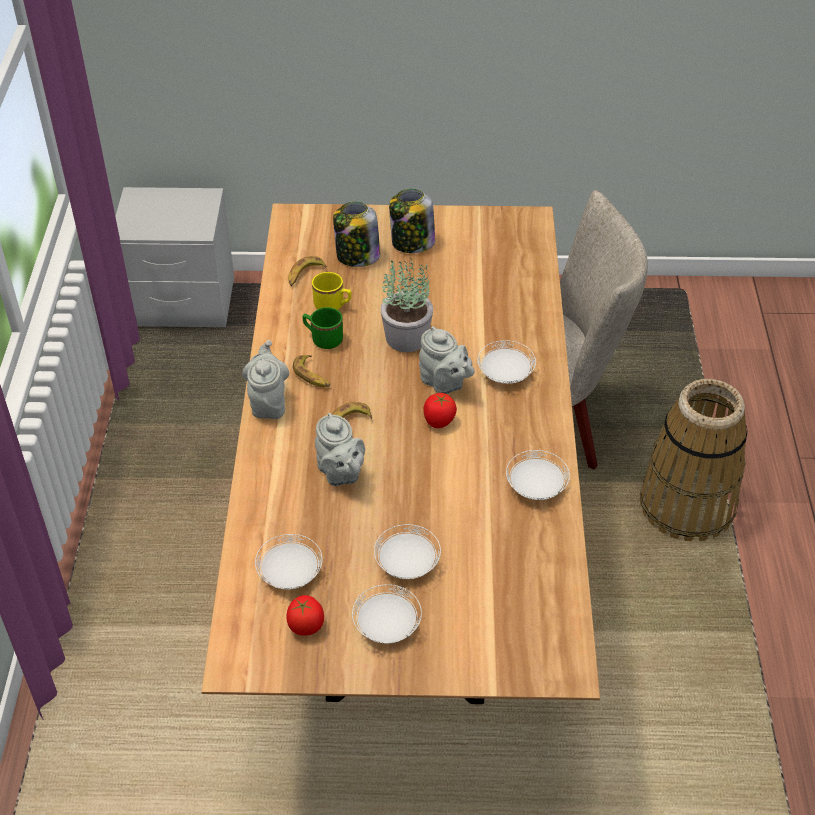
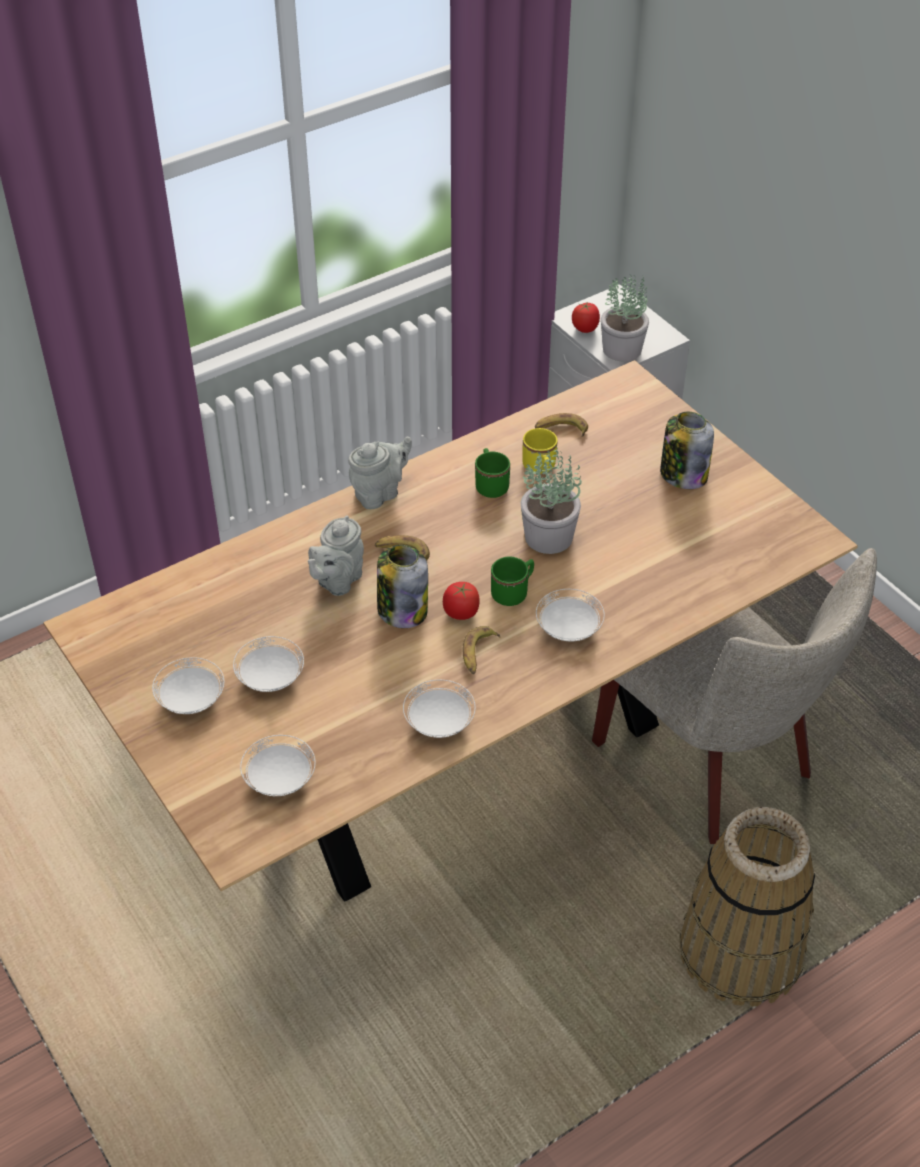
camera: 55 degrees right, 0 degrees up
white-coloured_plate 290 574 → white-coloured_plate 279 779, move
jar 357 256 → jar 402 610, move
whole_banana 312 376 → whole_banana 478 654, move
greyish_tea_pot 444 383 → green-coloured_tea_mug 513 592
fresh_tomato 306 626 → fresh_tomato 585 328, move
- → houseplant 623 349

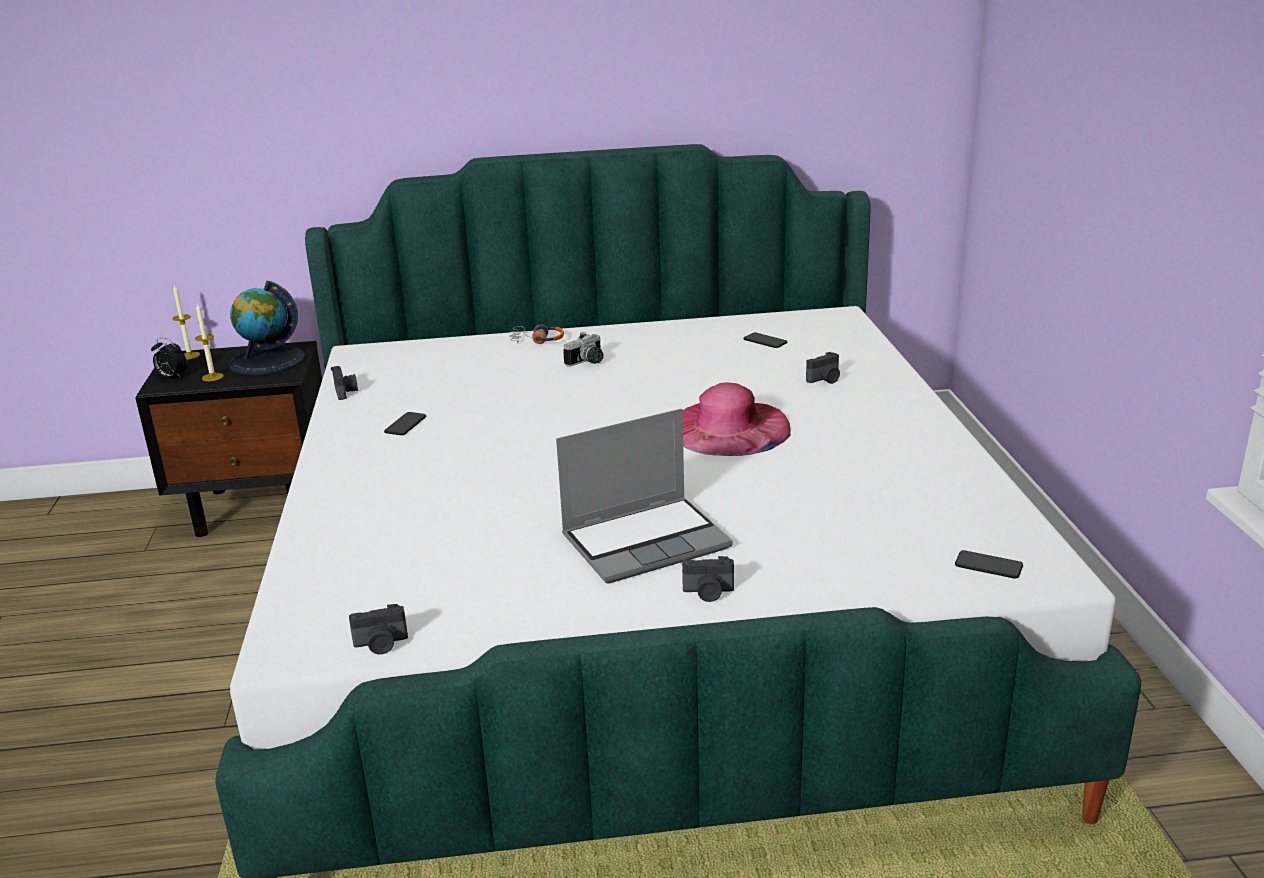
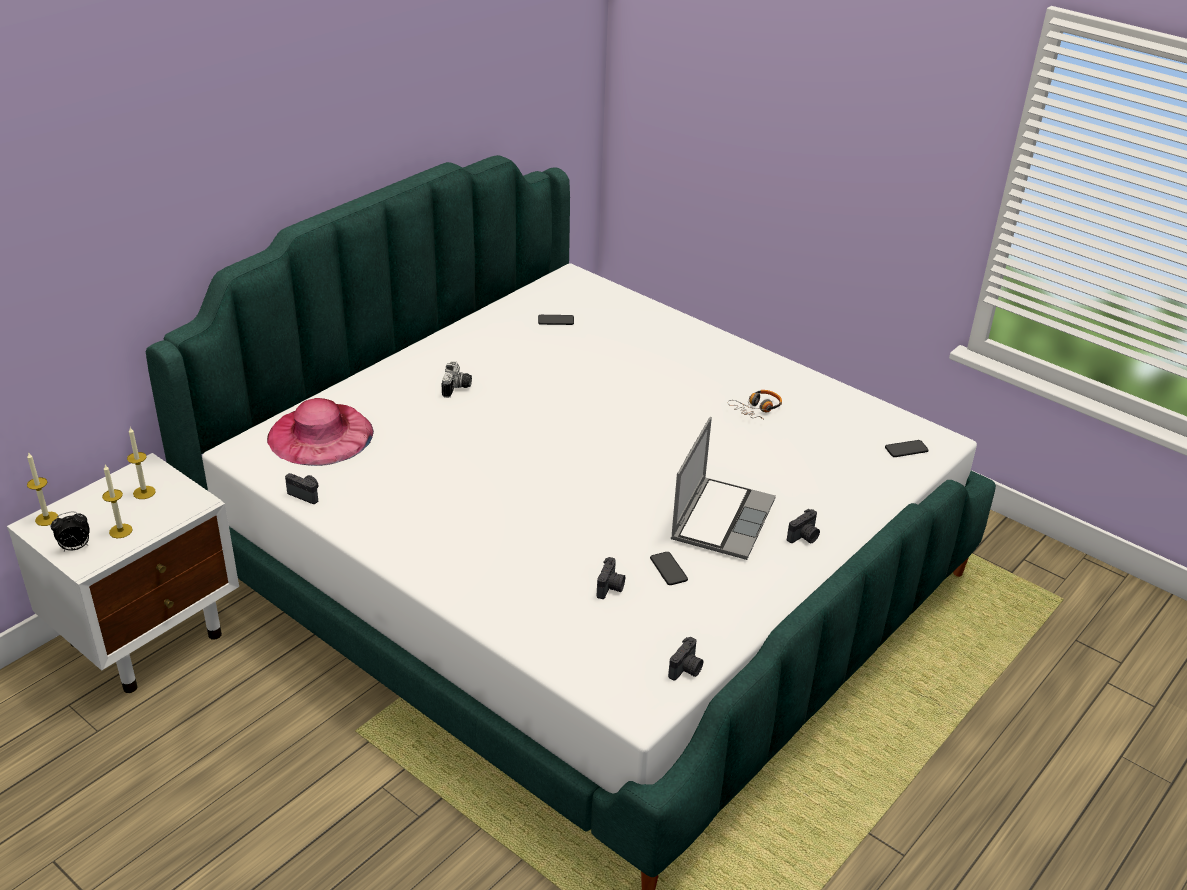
camera: 45 degrees left, 10 degrees up
black-coloured_bedside_table 260 507 → white-coloured_bedside_table 148 637
globe 267 360 → candle 144 492
pinkish_wearable_hat 729 427 → pinkish_wearable_hat 320 434, move
still_camera 825 380 → still_camera 611 588, move
phone 405 425 → phone 668 569, move
headset 536 340 → headset 757 409, move

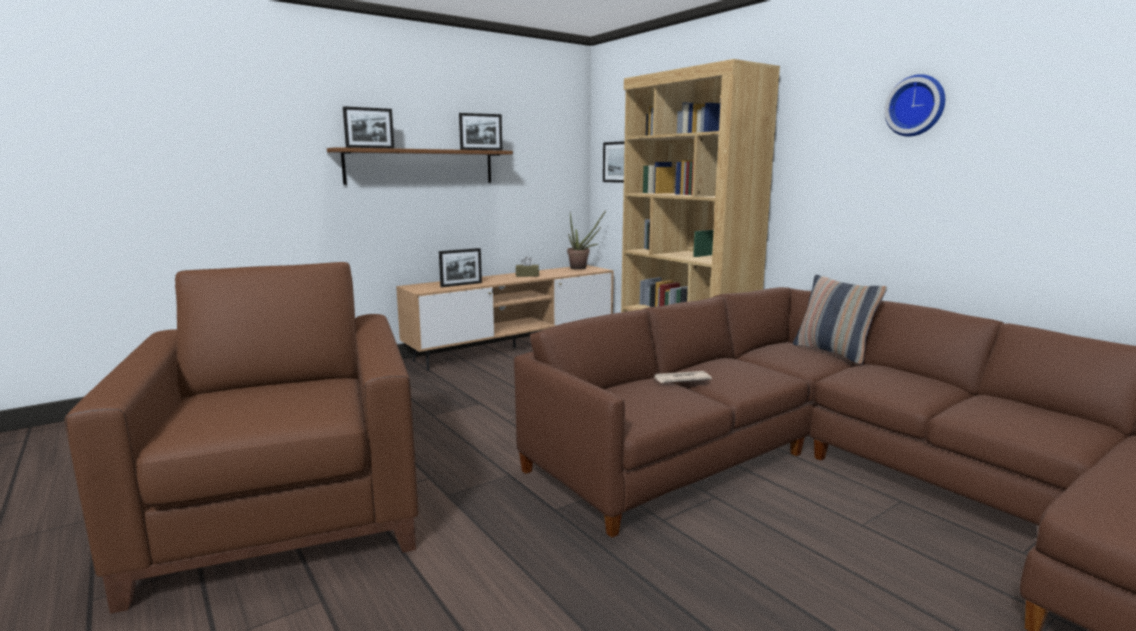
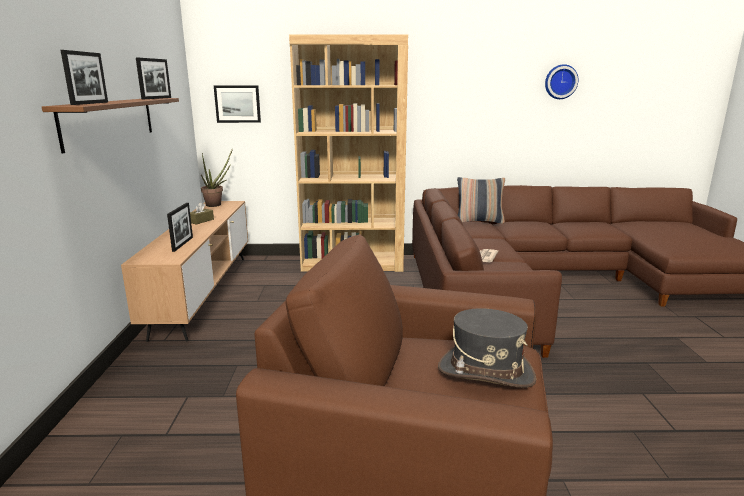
camera: 55 degrees left, 5 degrees up
- → greyish_wearable_hat 485 372
clock_on_the_wall 916 106 → clock_on_the_wall 560 82, move

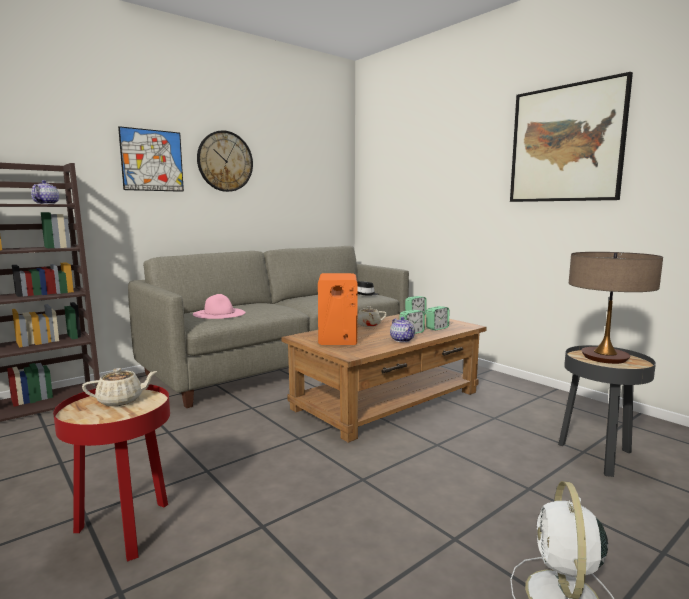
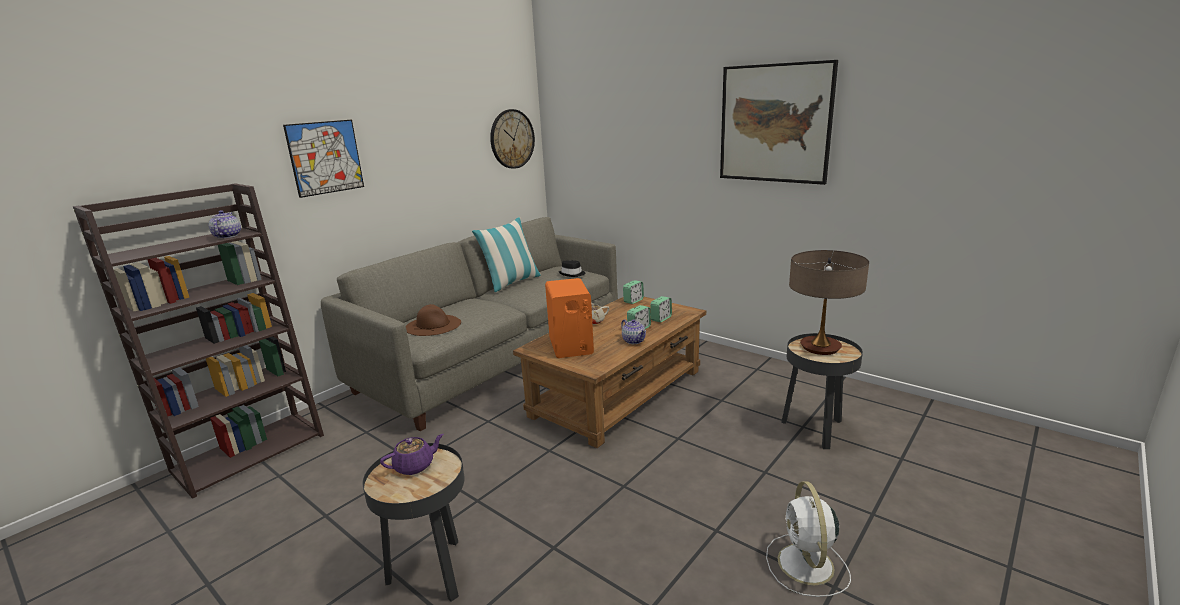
camera: 10 degrees left, 10 degrees up
red-coloured_side_table 125 529 → black-coloured_side_table 431 572
sand-coloured_tea_pot 121 400 → purple_tea_pot 415 466
pinkish_wearable_hat 219 313 → brown-coloured_wearable_hat 433 325
- → throw_pillow 511 283
clock_on_the_wall 225 161 → clock_on_the_wall 512 139, move

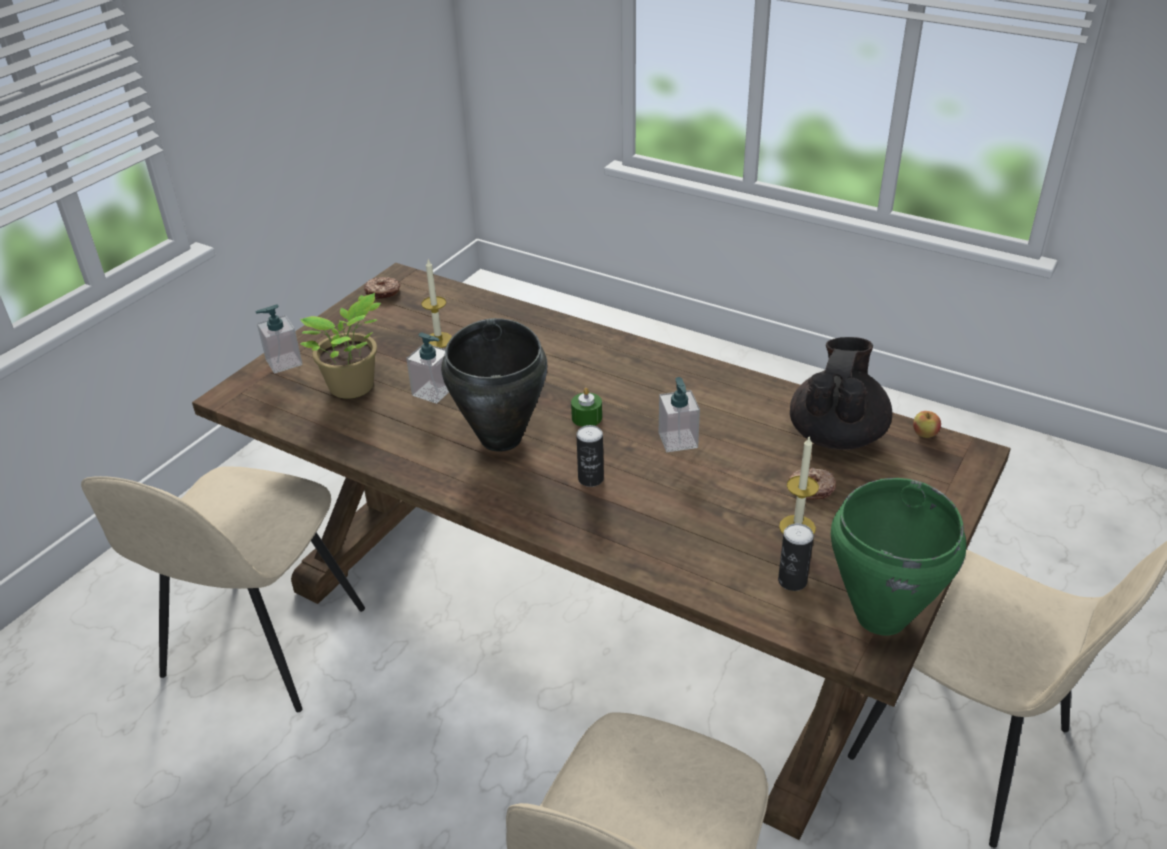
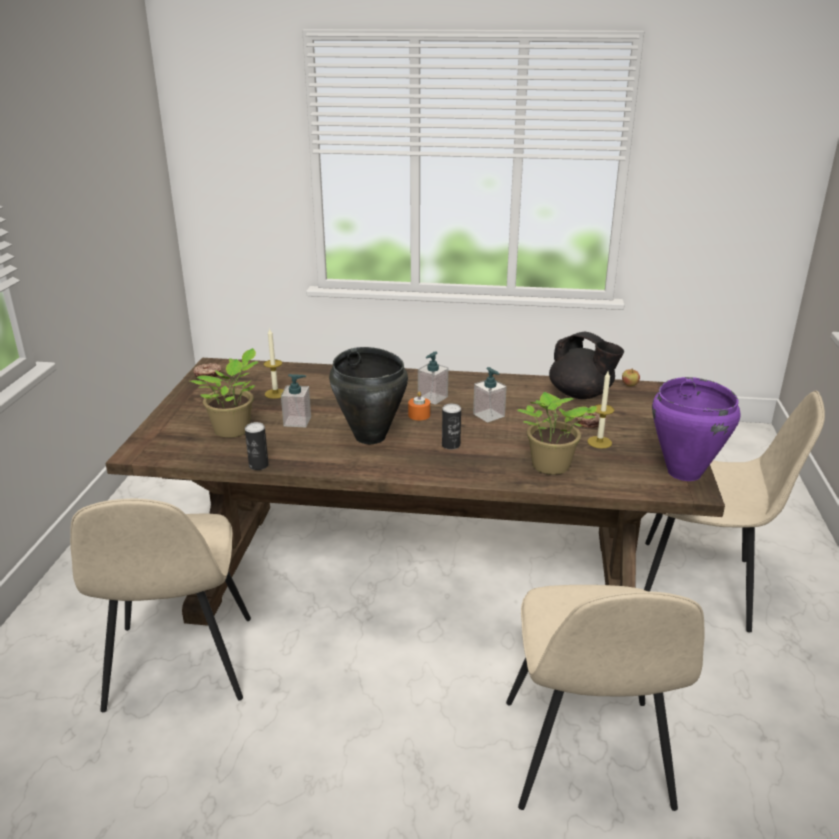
camera: 25 degrees left, 10 degrees down
sealed_can 792 581 → sealed_can 258 465, move
green-coloured_candle 586 417 → orange_candle 419 415
liquid_soap_bottle 283 362 → liquid_soap_bottle 432 398, move
- → houseplant 549 467
black-coloured_tea_pot 836 435 → black-coloured_tea_pot 581 394, 135 degrees clockwise
green-coloured_stockpot 879 617 → purple_stockpot 683 473

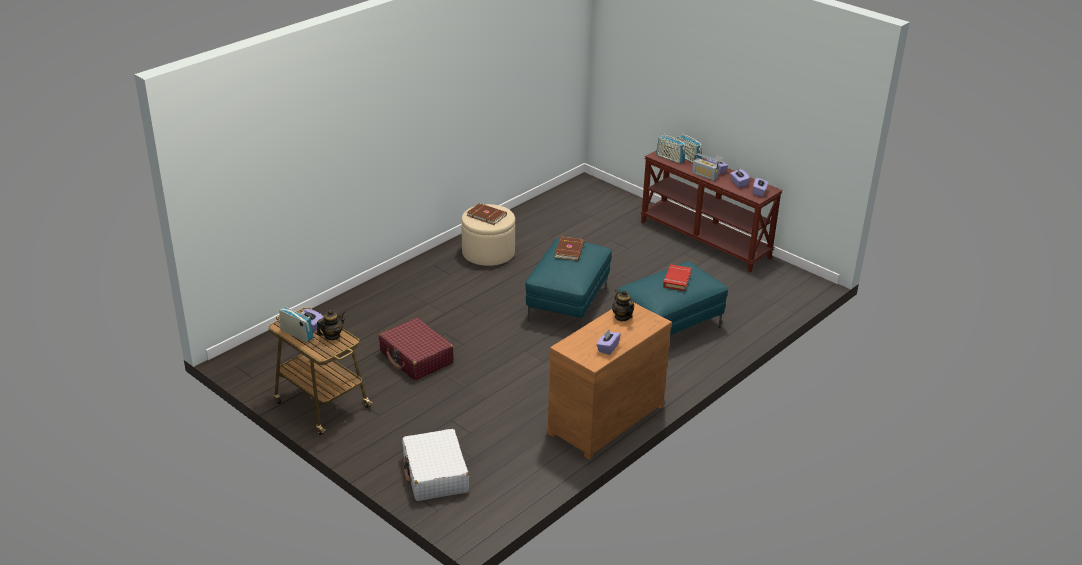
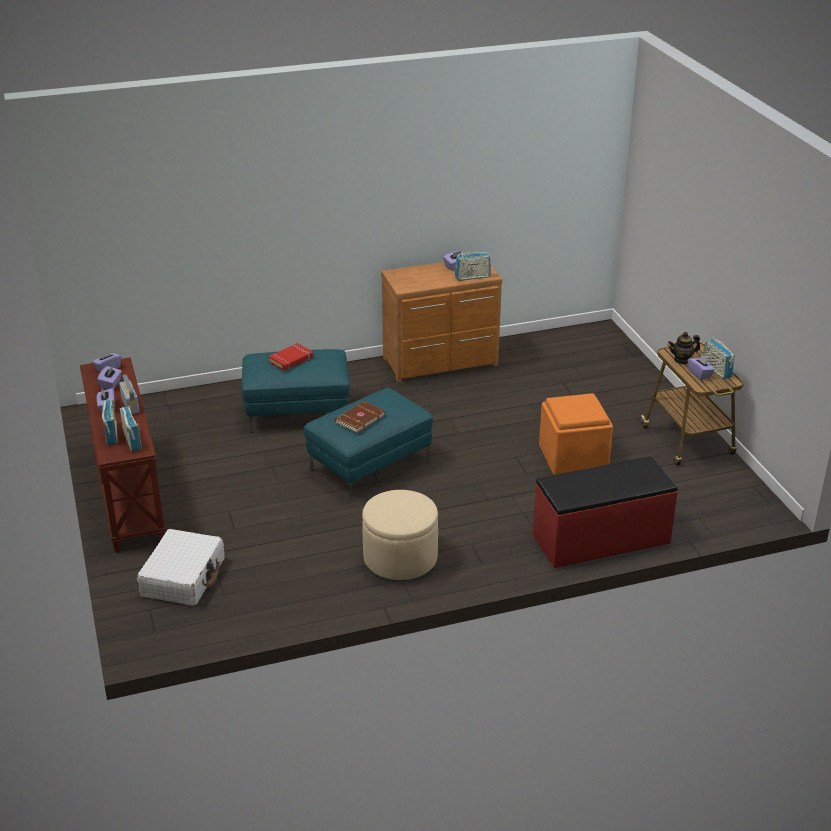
camera: 150 degrees left, 0 degrees up
white-coloured_piece_of_luggage 435 474 → white-coloured_piece_of_luggage 183 577, move
- → radio_receiver 472 277
- → red-coloured_bench 601 539
red-coloured_piece_of_luggage 416 358 → orange_footrest 572 457
brown-coloured_volume 486 215 → -
tea_pot 622 317 → -

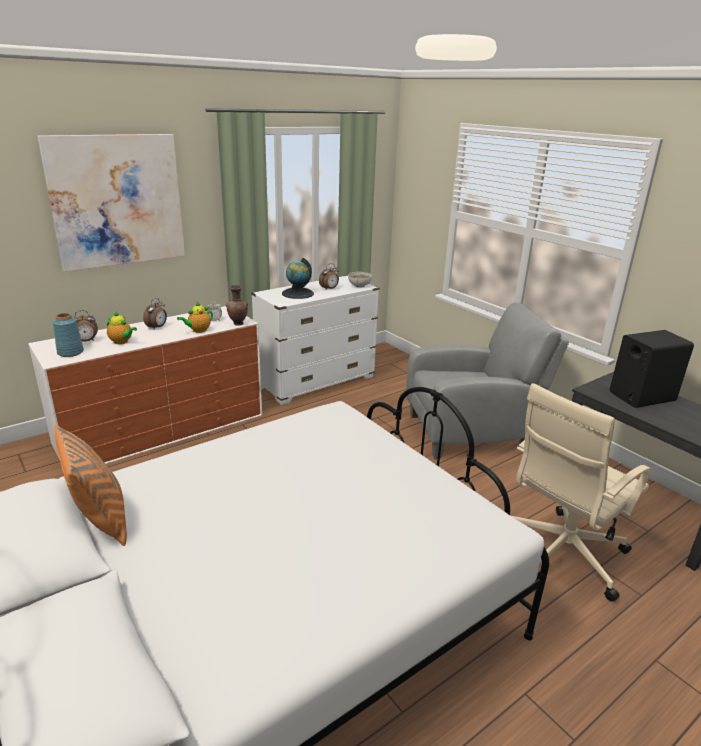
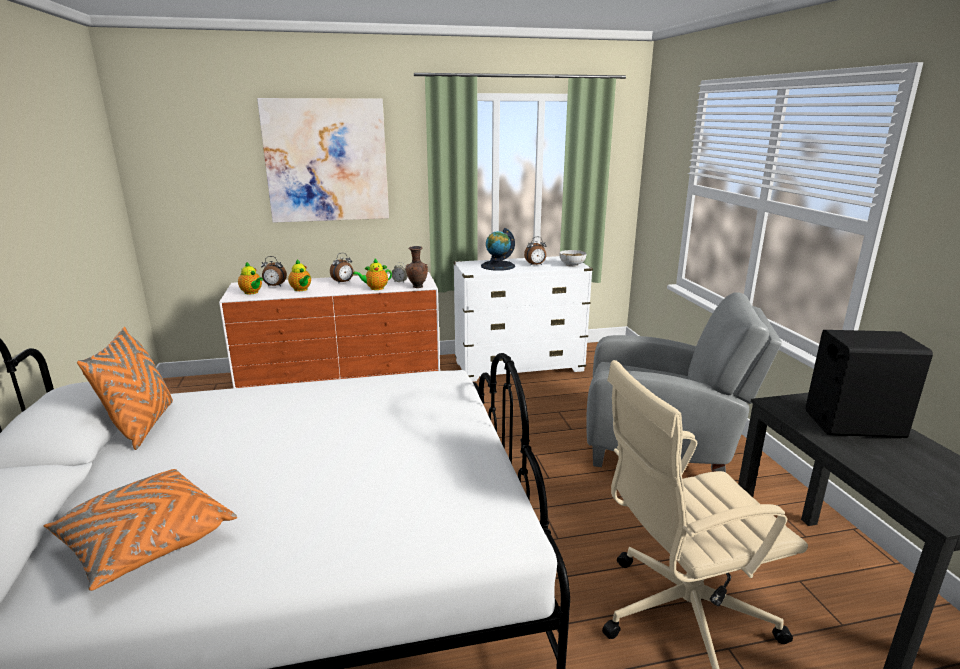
camera: 25 degrees right, 5 degrees down
- → orange_throw_pillow 146 542
bluish_vase 70 352 → tea_pot 252 292

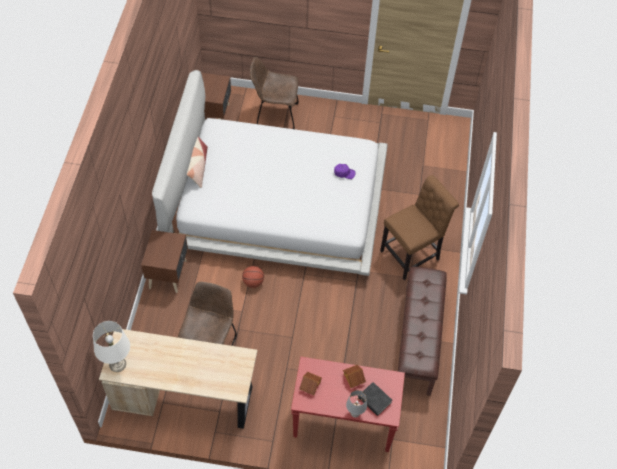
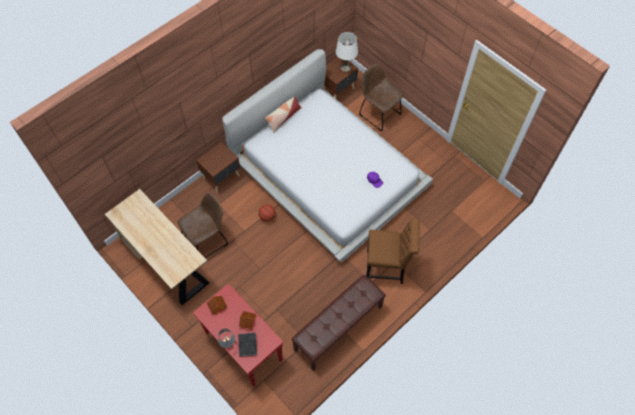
camera: 40 degrees right, 5 degrees up
white-coloured_tabletop_lamp 117 364 → white-coloured_tabletop_lamp 345 67, move

